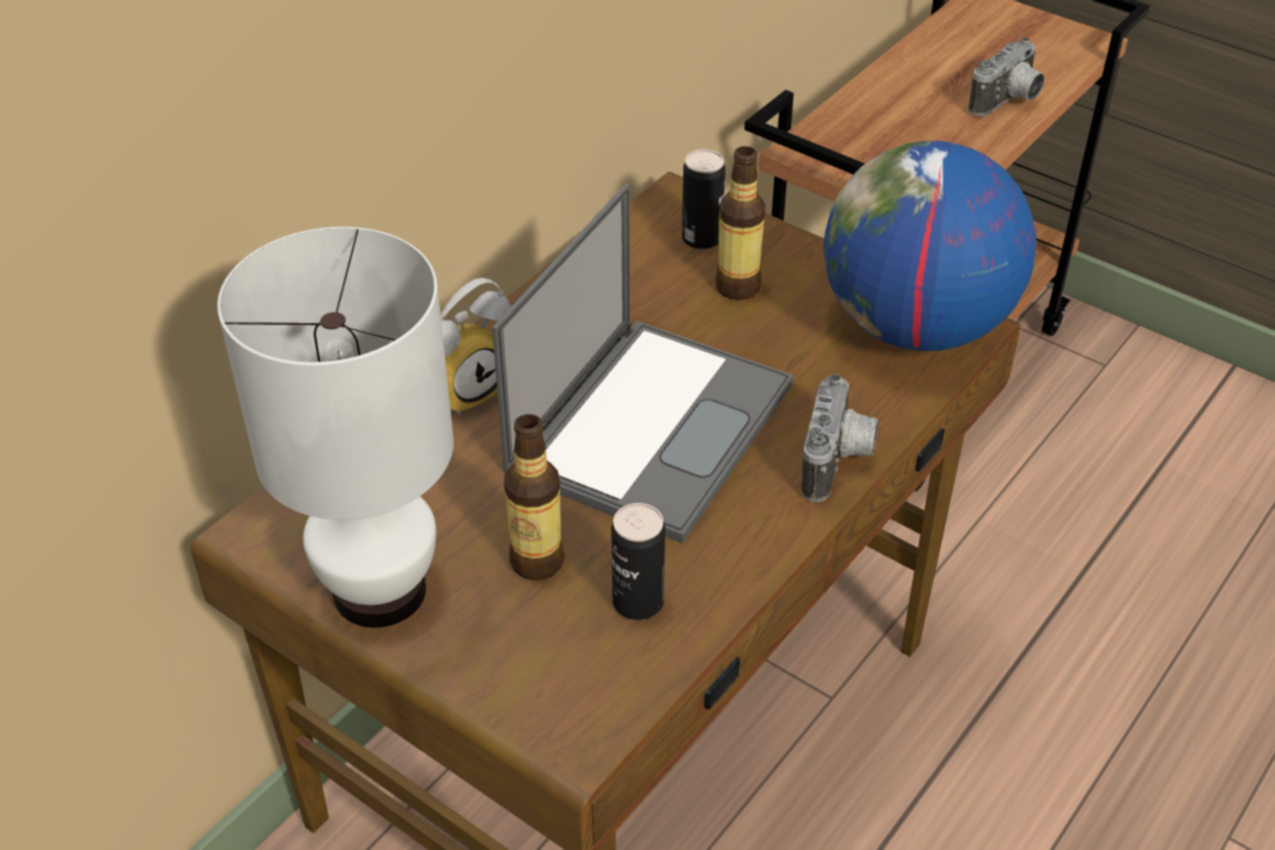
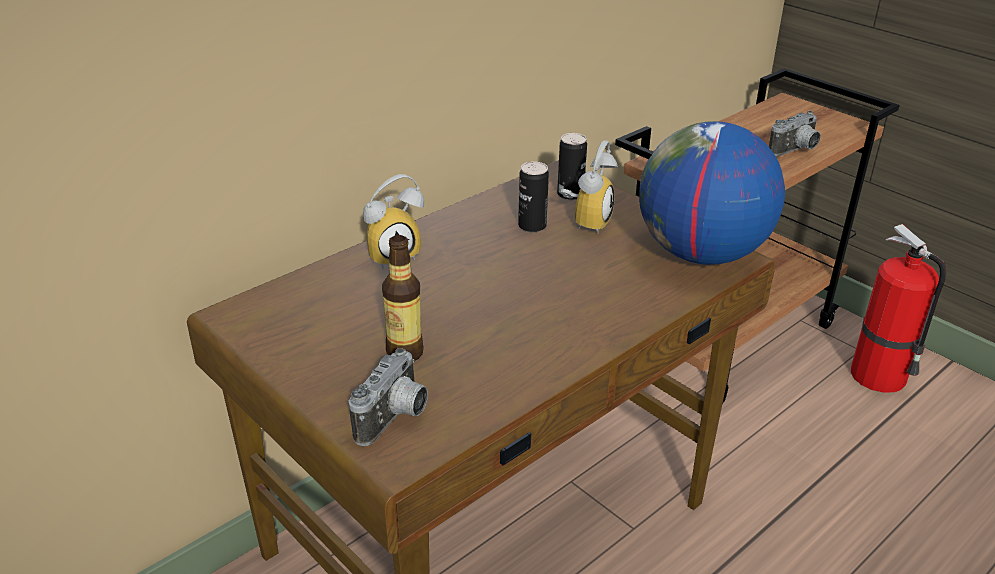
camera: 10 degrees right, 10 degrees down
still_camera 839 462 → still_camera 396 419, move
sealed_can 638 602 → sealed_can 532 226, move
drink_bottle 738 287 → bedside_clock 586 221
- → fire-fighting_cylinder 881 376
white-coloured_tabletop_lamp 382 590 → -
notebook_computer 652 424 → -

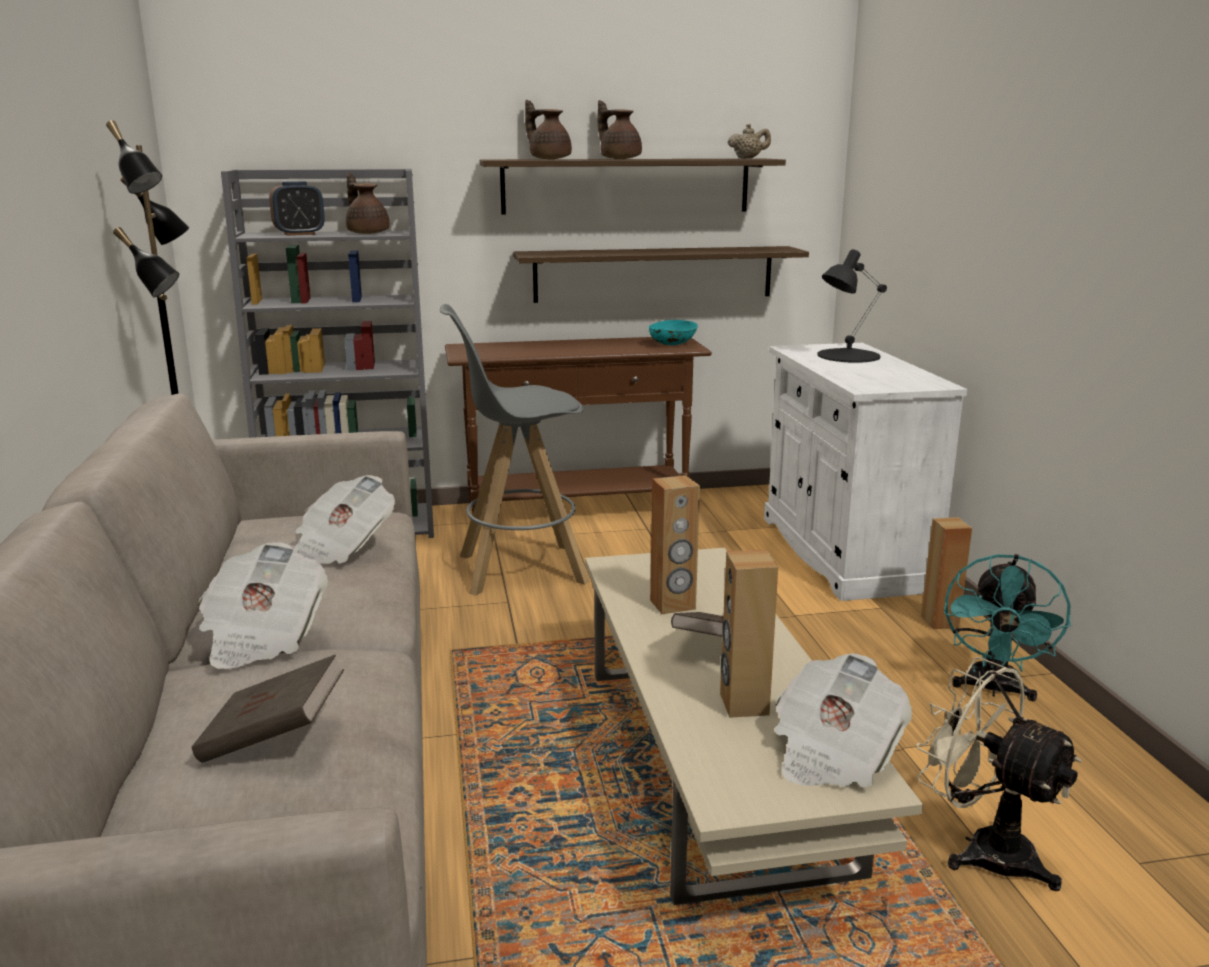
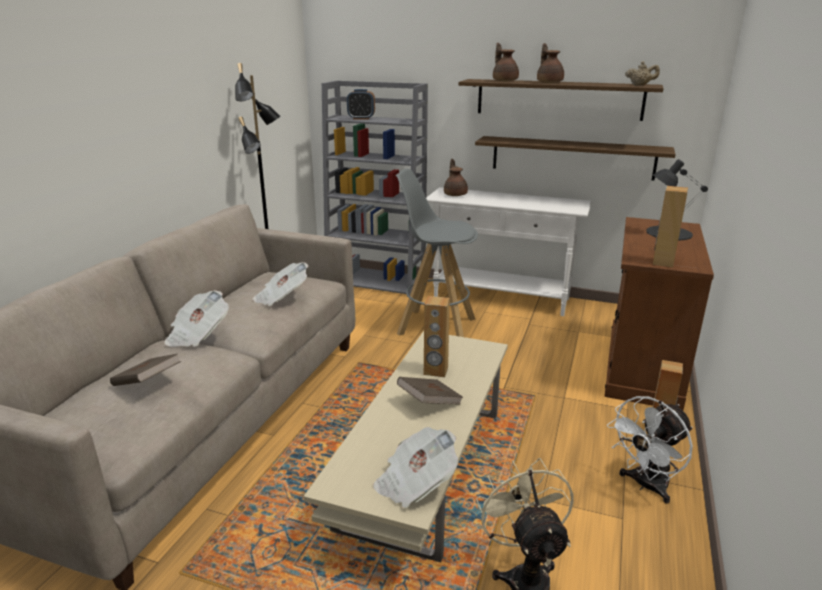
camera: 30 degrees right, 5 degrees up
brown-coloured_hall_table 578 511 → white-coloured_hall_table 501 298
brown-coloured_tea_pot 367 233 → brown-coloured_tea_pot 455 194, move
white-coloured_cabinet 843 552 → brown-coloured_cabinet 642 365
turquoise-coloured_cooling_fan 993 689 → white-coloured_cooling_fan 645 486
brown-coloured_audio_speaker 743 704 → brown-coloured_audio_speaker 662 262, move
turquoise-coloured_deep_dish 672 345 → -

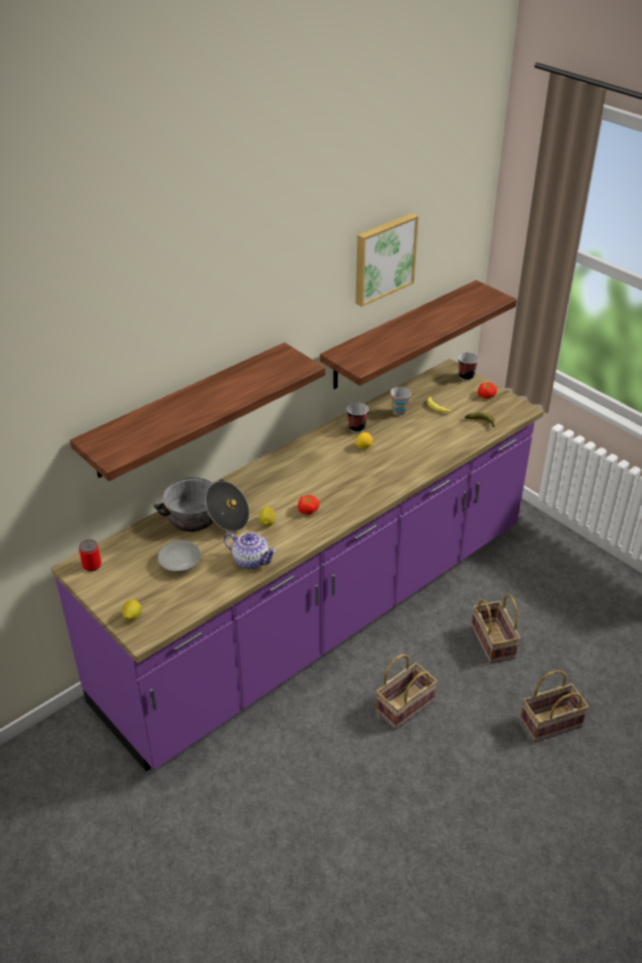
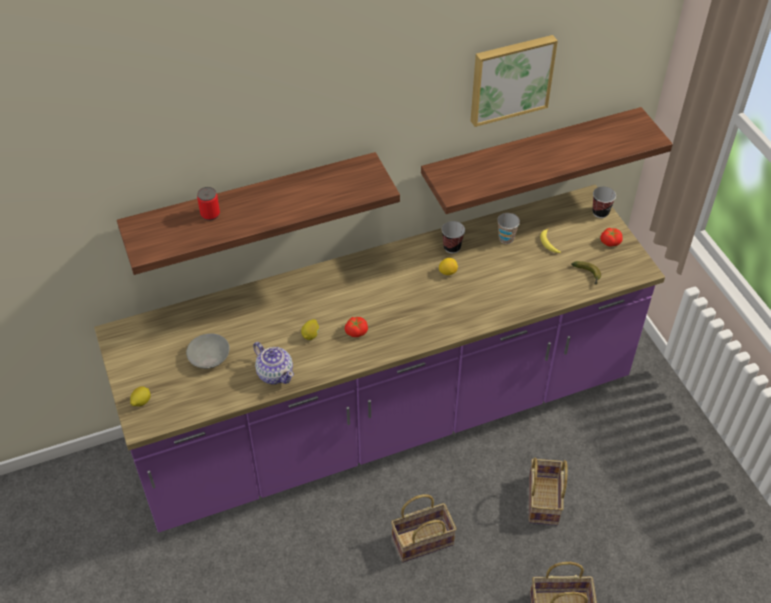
camera: 20 degrees right, 10 degrees up
sealed_can 92 565 → sealed_can 210 214, move
stockpot 205 518 → -

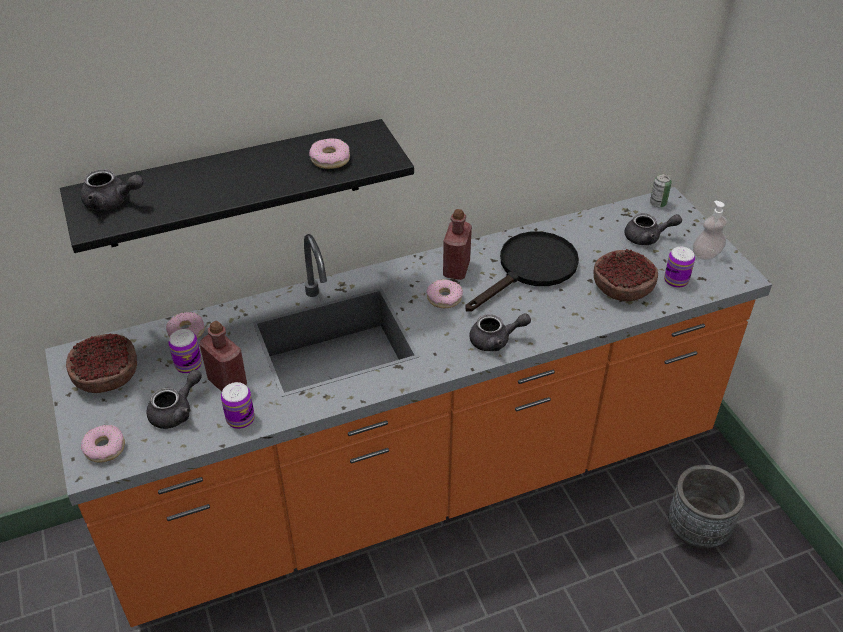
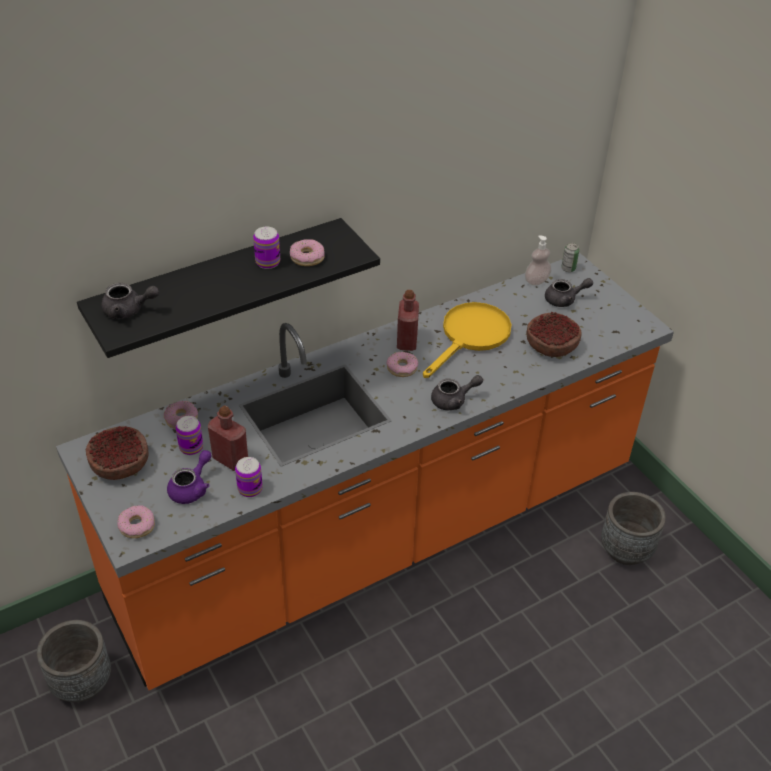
camera: 10 degrees left, 0 degrees up
- → greyish_plant_pot 82 682
greyish_tea_pot 176 411 → purple_tea_pot 192 488
sealed_can 676 280 → sealed_can 268 262, move
black-coloured_frying_pan 530 270 → yellow-coloured_frying_pan 471 336
liquid_soap_bottle 706 254 → liquid_soap_bottle 536 281, move

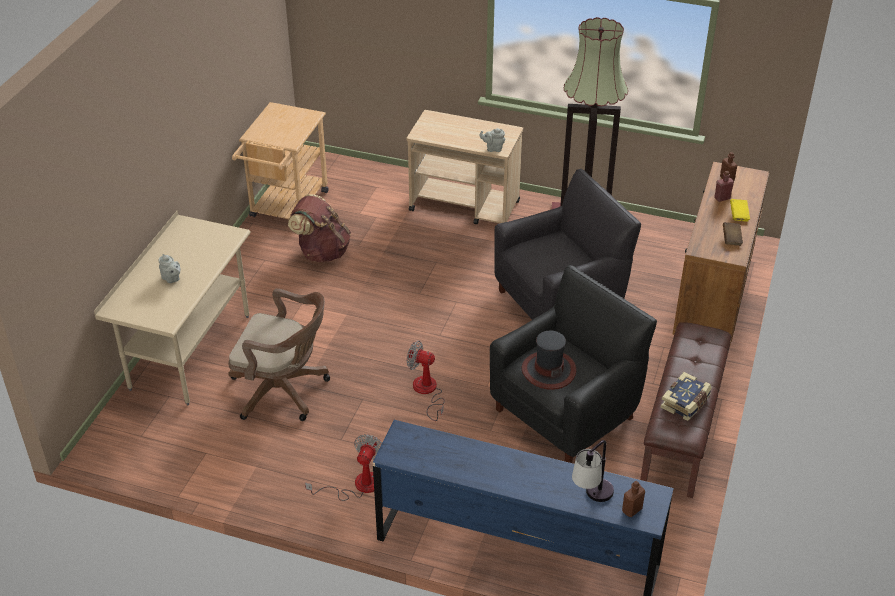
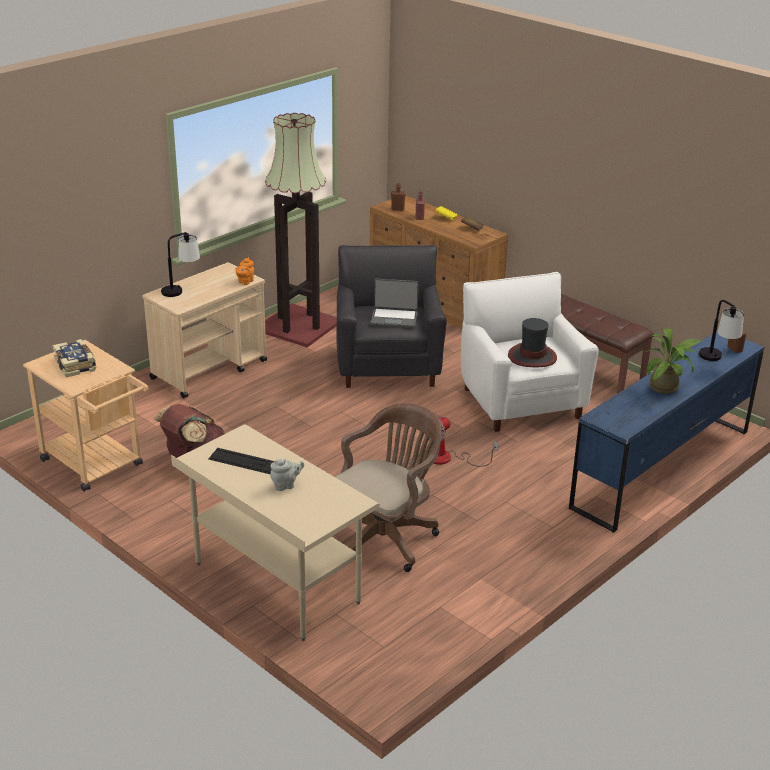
camera: 65 degrees left, 10 degrees down
volume 686 403 → volume 76 365, move
- → tabletop_lamp 181 290
- → computer_keyboard 246 462
greyish_tea_pot 493 148 → orange_tea_pot 245 282
- → notebook_computer 394 318
black-coloured_easy_chair 566 412 → white-coloured_easy_chair 521 401
- → houseplant 667 387
cooling_fan 358 485 → -

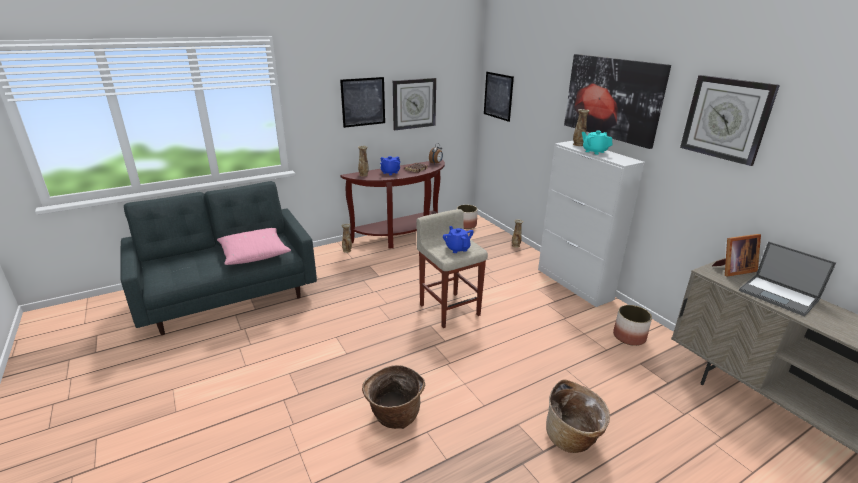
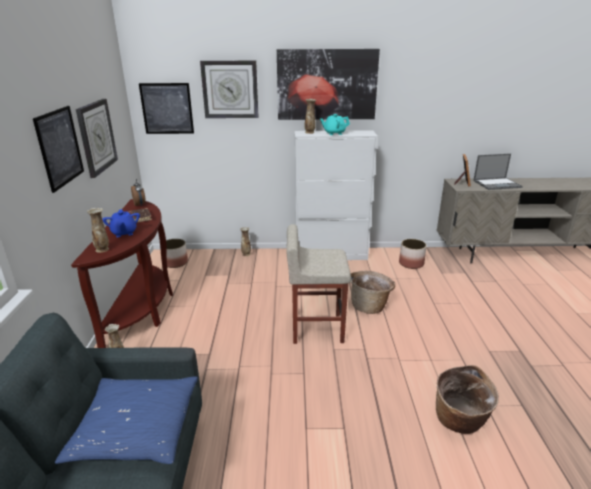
camera: 60 degrees left, 0 degrees up
pinkish_throw_pillow 254 254 → bluish_throw_pillow 136 429
clock_on_the_wall 726 119 → clock_on_the_wall 230 89, move
basket 572 438 → basket 370 306, move
bluish_tea_pot 457 248 → -

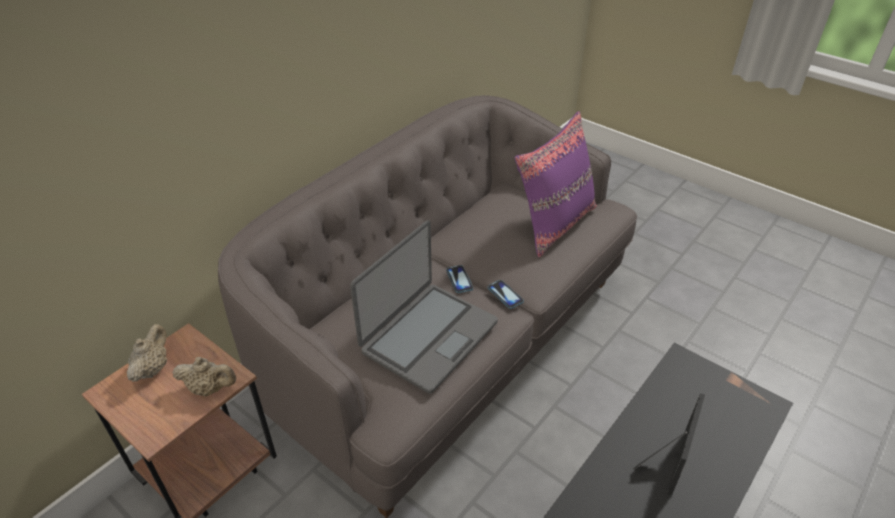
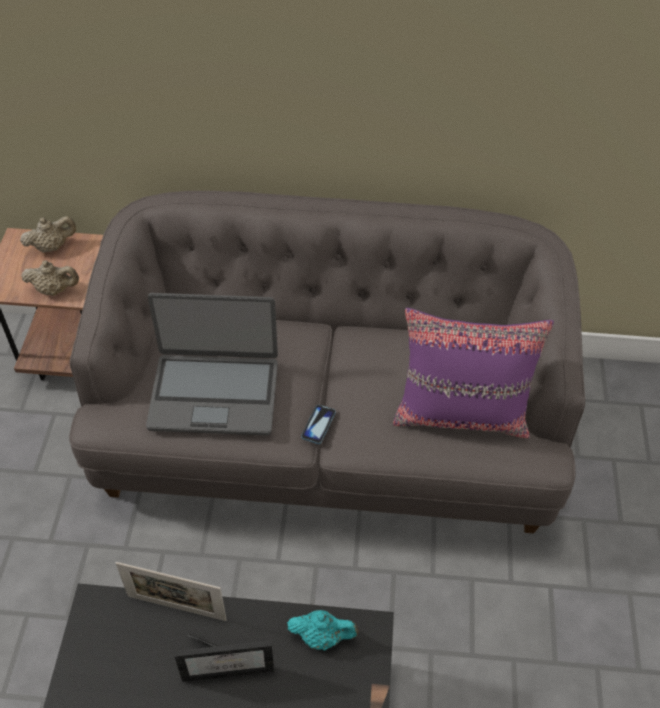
camera: 55 degrees right, 10 degrees up
sand-coloured_tea_pot 210 388 → sand-coloured_tea_pot 54 290, 60 degrees counterclockwise
- → standing_frame 176 608
- → turquoise-coloured_tea_pot 322 636
phone 459 279 → -

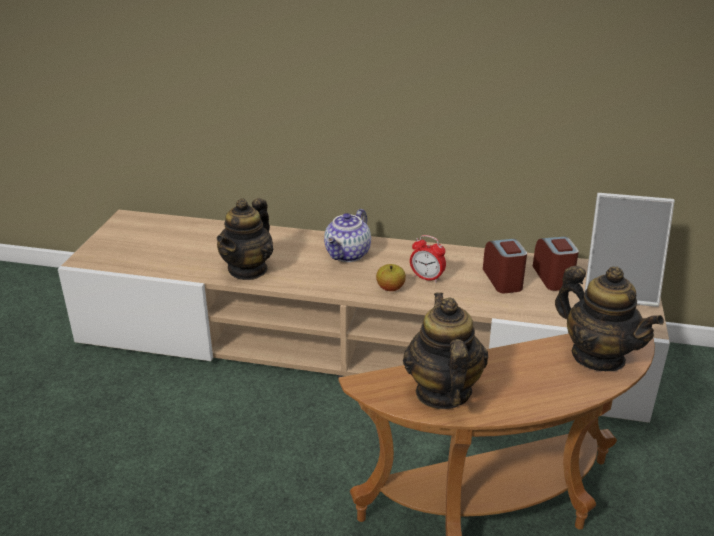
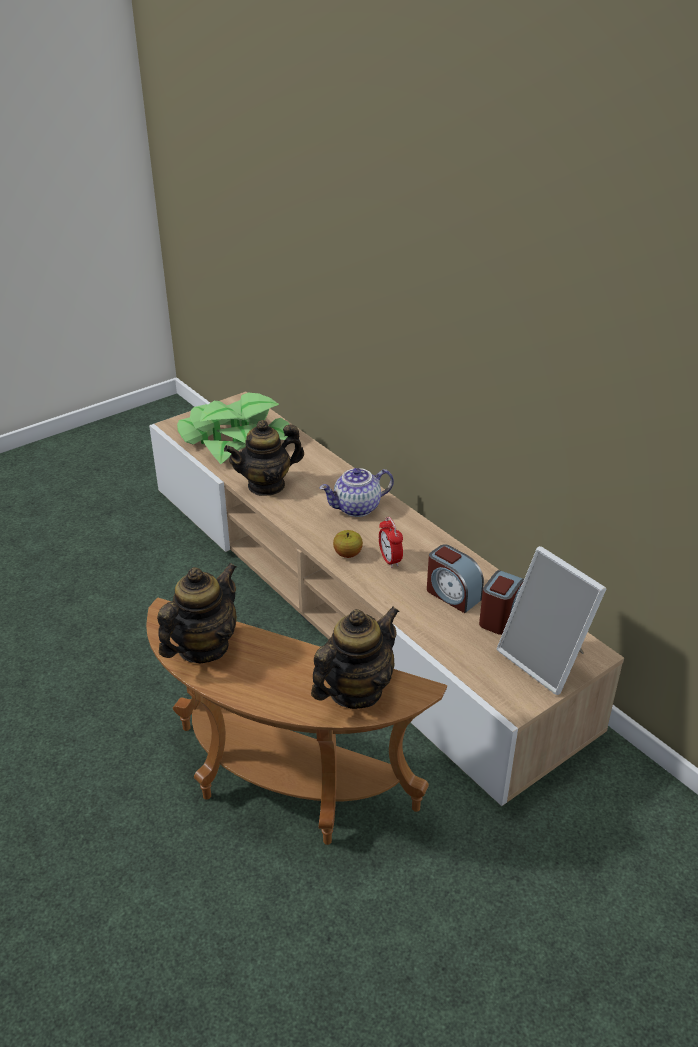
camera: 40 degrees right, 5 degrees up
- → houseplant 235 439
tea_pot 598 356 → tea_pot 355 691, 135 degrees counterclockwise
bedside_clock 503 280 → bedside_clock 452 595, 105 degrees clockwise

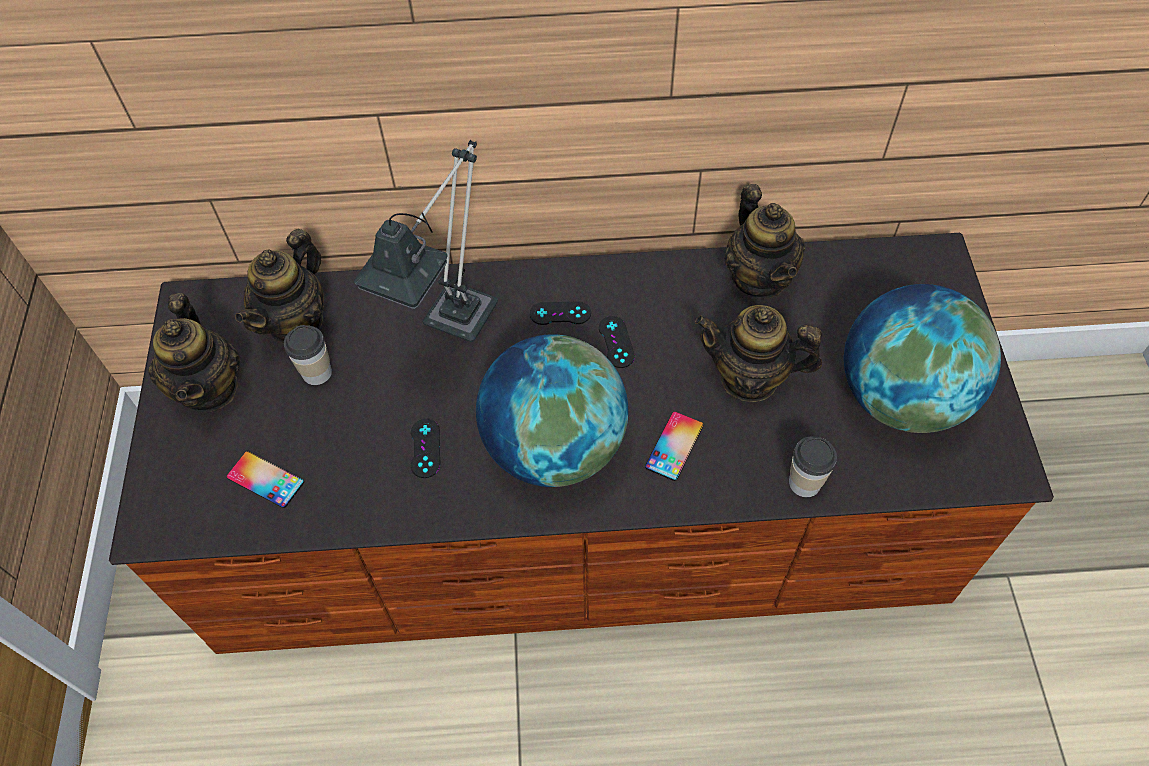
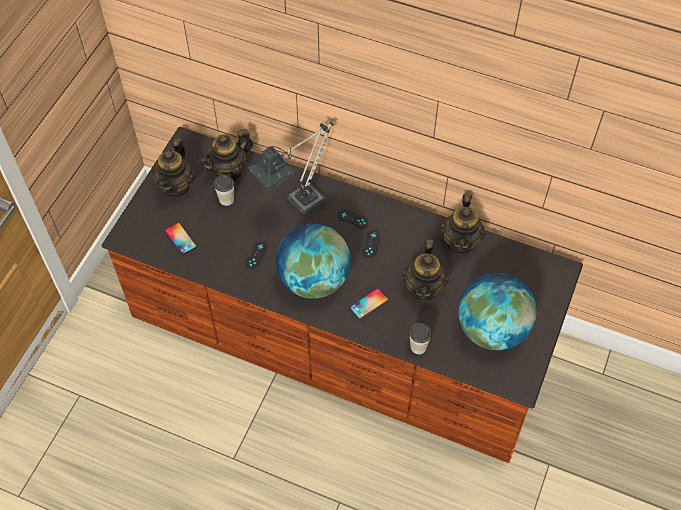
camera: 25 degrees right, 0 degrees up
tea_pot 749 378 → tea_pot 424 288, 120 degrees counterclockwise

